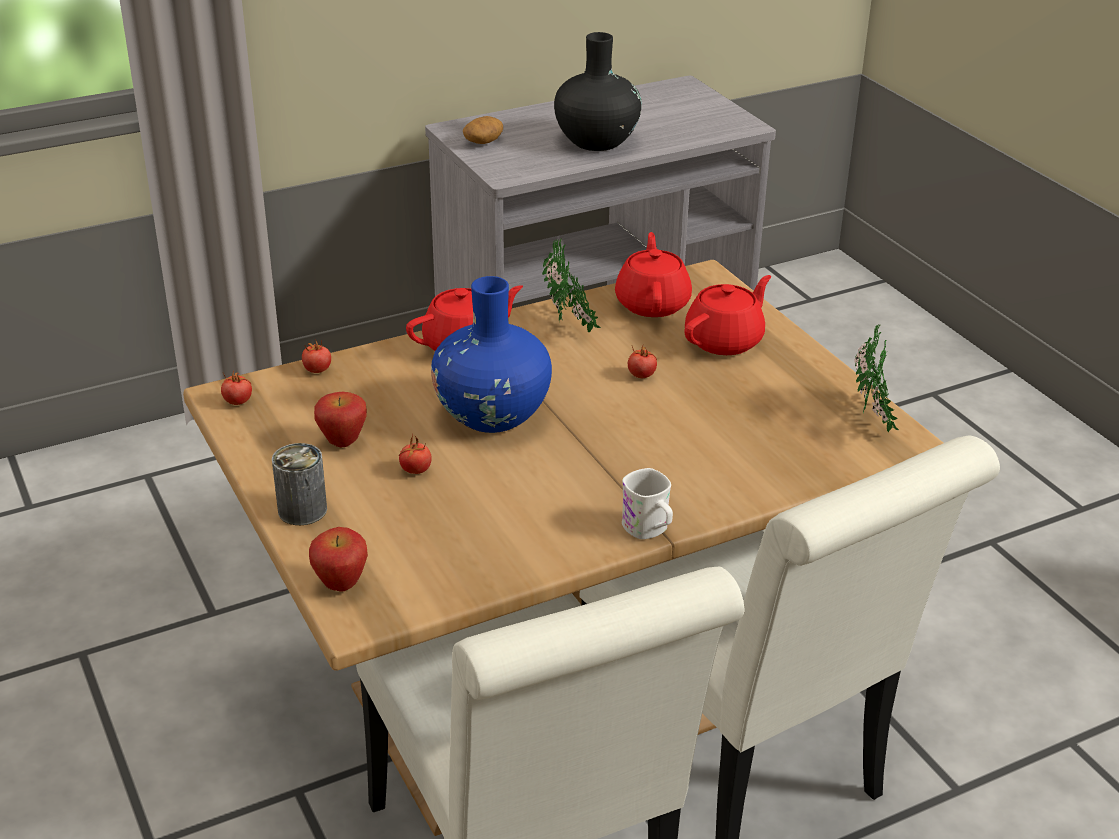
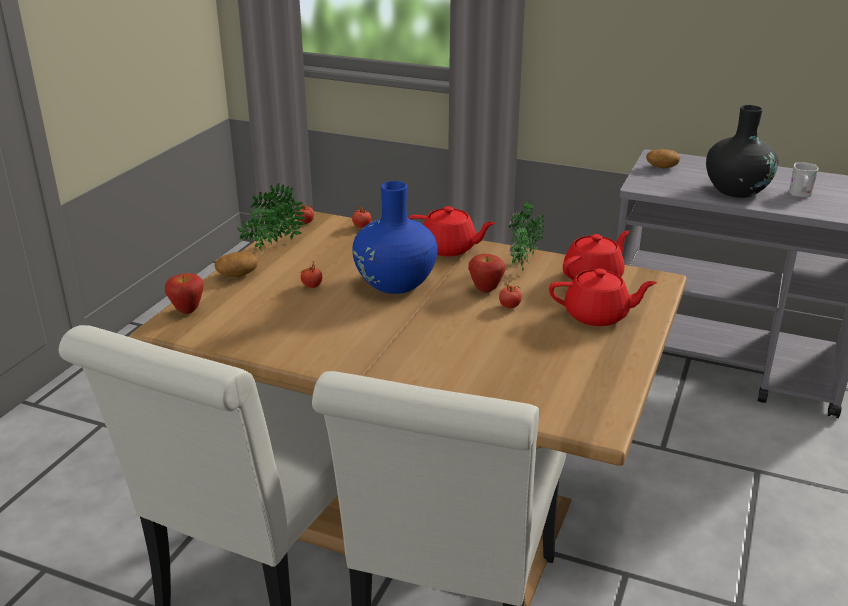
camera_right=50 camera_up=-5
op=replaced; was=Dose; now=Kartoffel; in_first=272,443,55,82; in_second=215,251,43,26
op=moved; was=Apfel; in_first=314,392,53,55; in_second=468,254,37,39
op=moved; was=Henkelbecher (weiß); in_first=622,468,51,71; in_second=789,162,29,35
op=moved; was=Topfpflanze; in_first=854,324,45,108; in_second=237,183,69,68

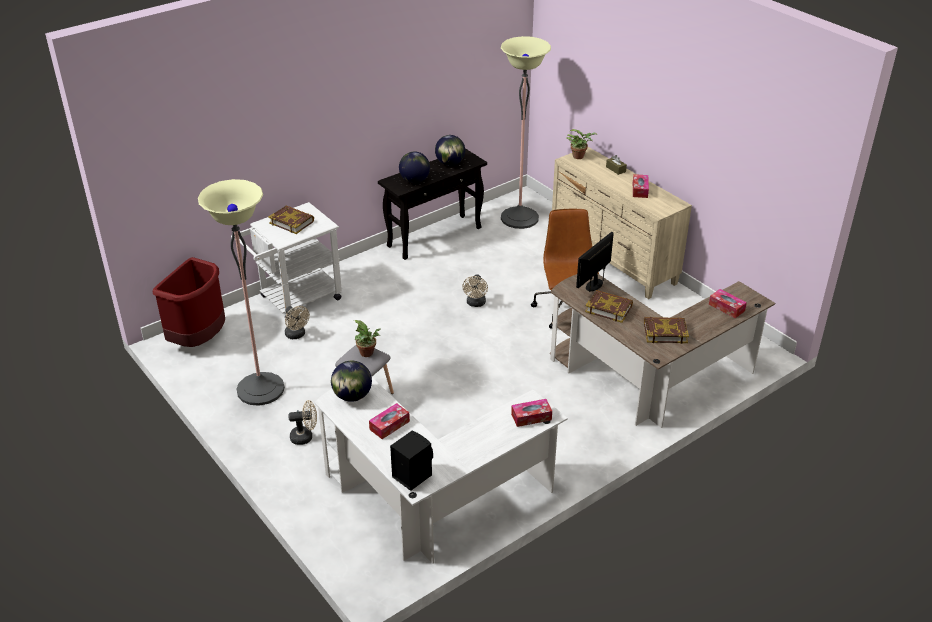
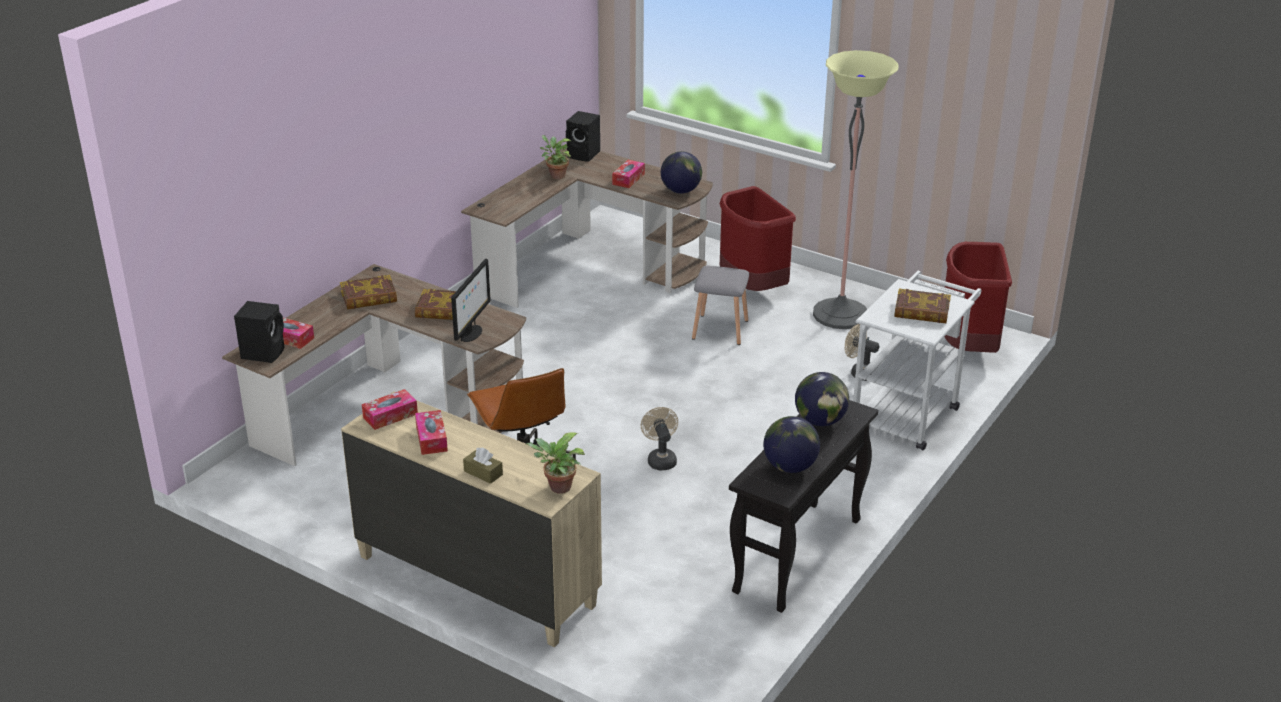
camera_right=160 camera_up=-5
op=replaced; was=Ventilator (beige); now=Mülleimer (rot); in_first=288,400,29,45; in_second=719,186,77,105
op=recoloured; was=Schreibtisch (weiß); now=Schreibtisch (braun); in_first=315,378,253,186; in_second=461,149,252,159
op=moved; was=Topfpflanze; in_first=354,320,26,37; in_second=540,135,31,44
op=removed; was=Stehlampe; in_first=501,36,50,193
op=moved; was=Taschentuchbox; in_first=511,399,41,28; in_second=362,389,56,41
op=added; now=Lautsprecher (schwarz); in_second=234,301,50,62

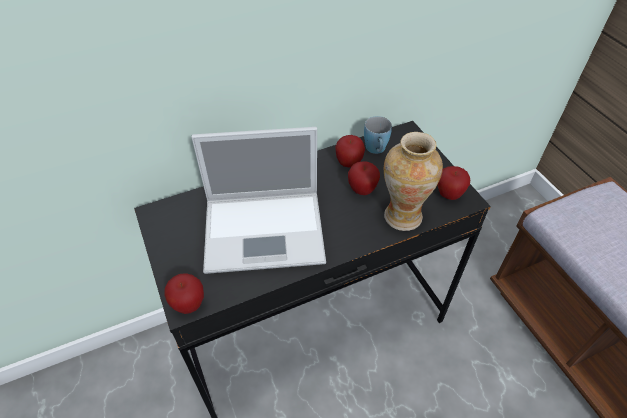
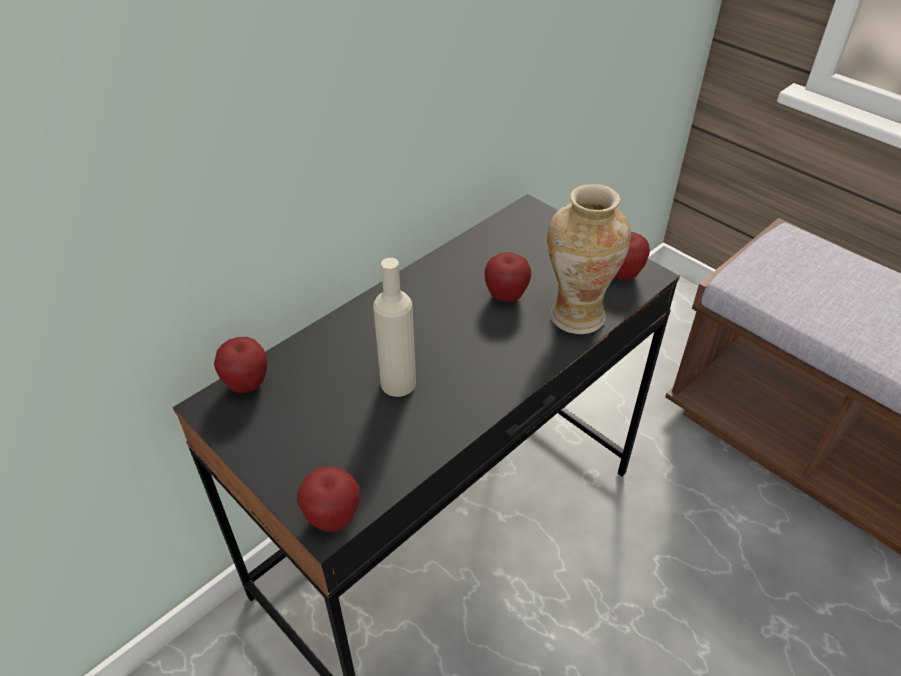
camera_right=-20 camera_up=-5
op=replaced; was=Laptop; now=Flasche (beige); in_first=192,127,134,147; in_second=373,258,43,139
op=moved; was=Apfel; in_first=335,135,30,32; in_second=214,337,54,56
op=removed; was=Henkelbecher (blau); in_first=364,116,28,38

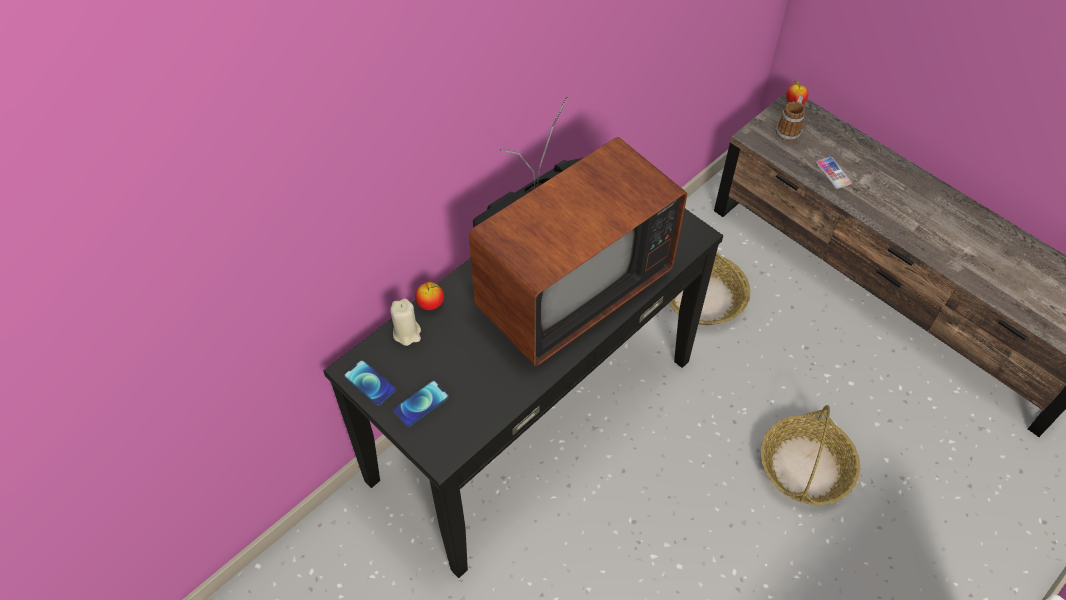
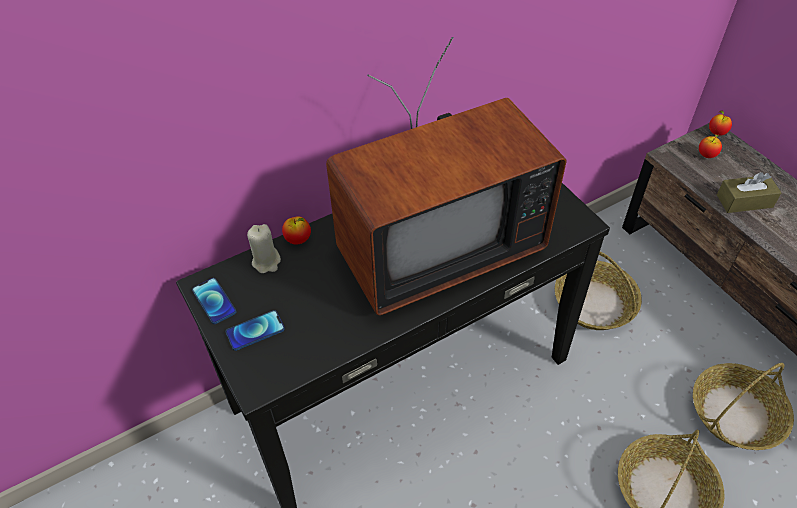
camera_right=15 camera_up=-5
op=replaced; was=Henkelbecher; now=Apfel; in_first=776,96,29,45; in_second=699,134,23,24
op=replaced; was=Handy; now=Taschentuchbox (braun); in_first=816,157,36,32; in_second=717,172,64,41
op=added; now=Korb; in_second=693,363,101,87

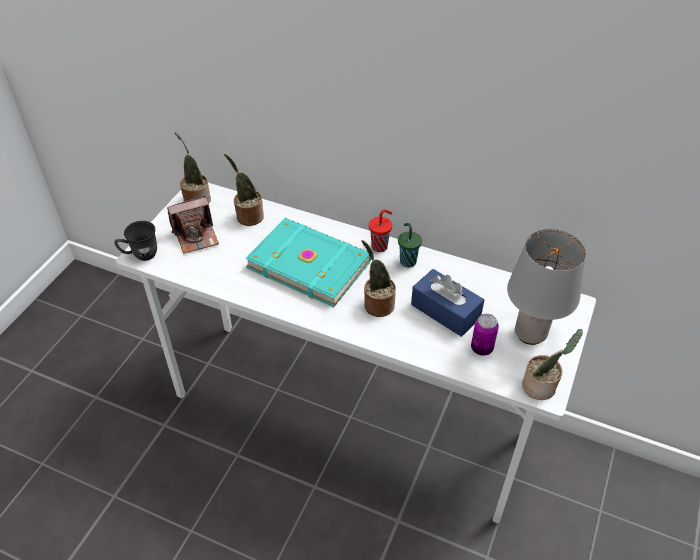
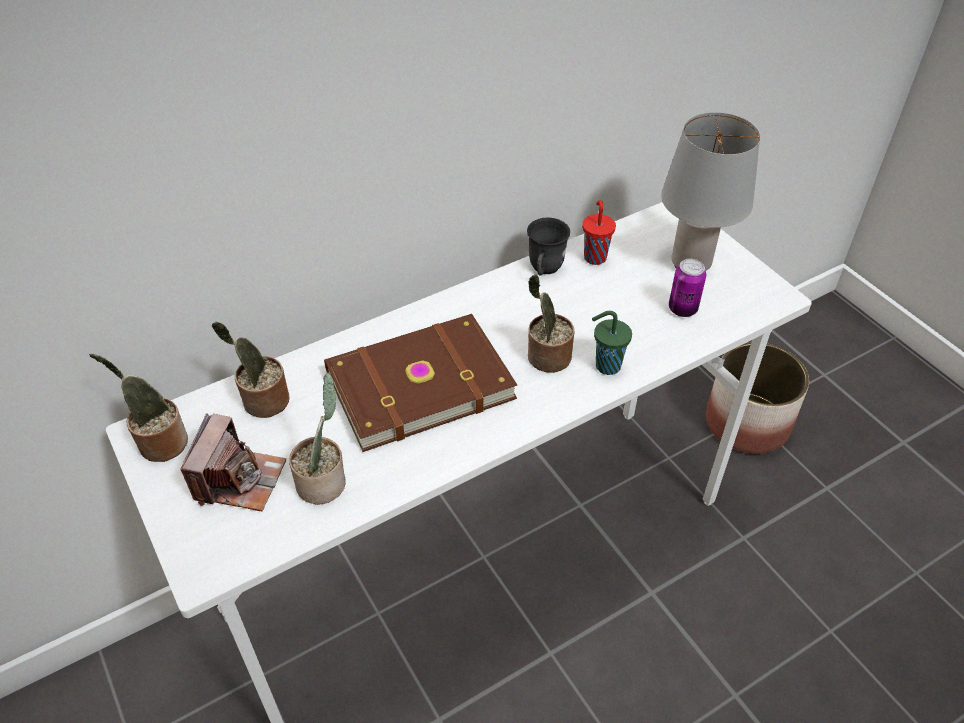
camera_right=-55 camera_up=0
op=moved; was=Henkelbecher (grau); in_first=114,221,43,40; in_second=527,217,43,59
op=recoloured; was=Buch (türkis); now=Buch (braun); in_first=245,218,126,89; in_second=324,314,193,138
op=moved; was=Tasse (rot); in_first=369,209,23,43; in_second=582,200,34,65
op=moved; was=Tasse (grün); in_first=398,223,24,45; in_second=592,311,40,64
op=removed; was=Taschentuchbox (blau); in_first=411,269,73,68
op=moved; was=Topfpflanze; in_first=522,329,61,71; in_second=289,373,57,132
op=added; now=Pflanzkübel; in_second=706,342,103,112

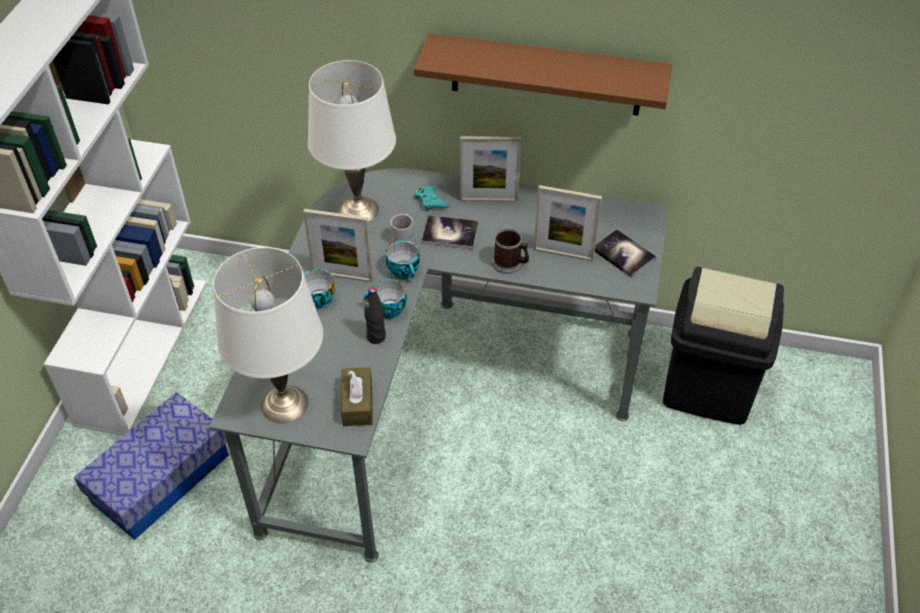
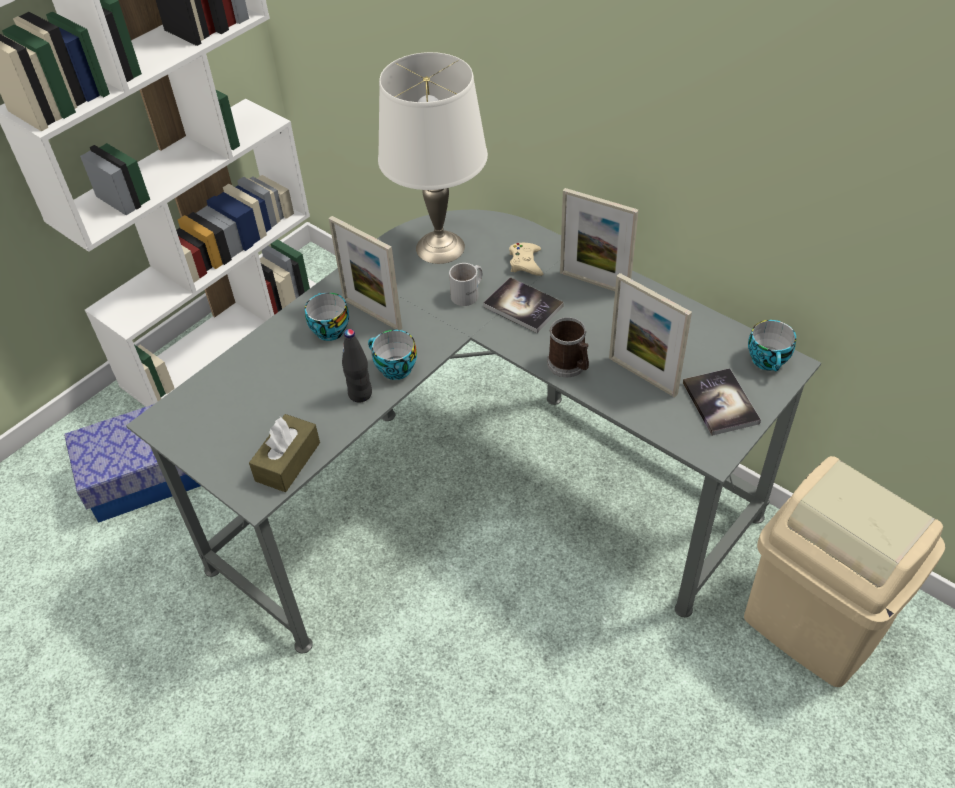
camera_right=30 camera_up=0
op=removed; was=Tischlampe (weiß); in_first=213,247,110,176
op=moved; was=Tasse; in_first=385,241,35,38; in_second=748,320,48,51
op=removed; was=Wandregal (braun); in_first=414,33,258,82
op=recoloured; was=Gamepad (türkis); now=Gamepad (beige); in_first=415,185,34,26; in_second=509,243,34,33
op=recoloured; was=Mülleimer (schwarz); now=Mülleimer (beige); in_first=663,267,121,158; in_second=744,456,201,231

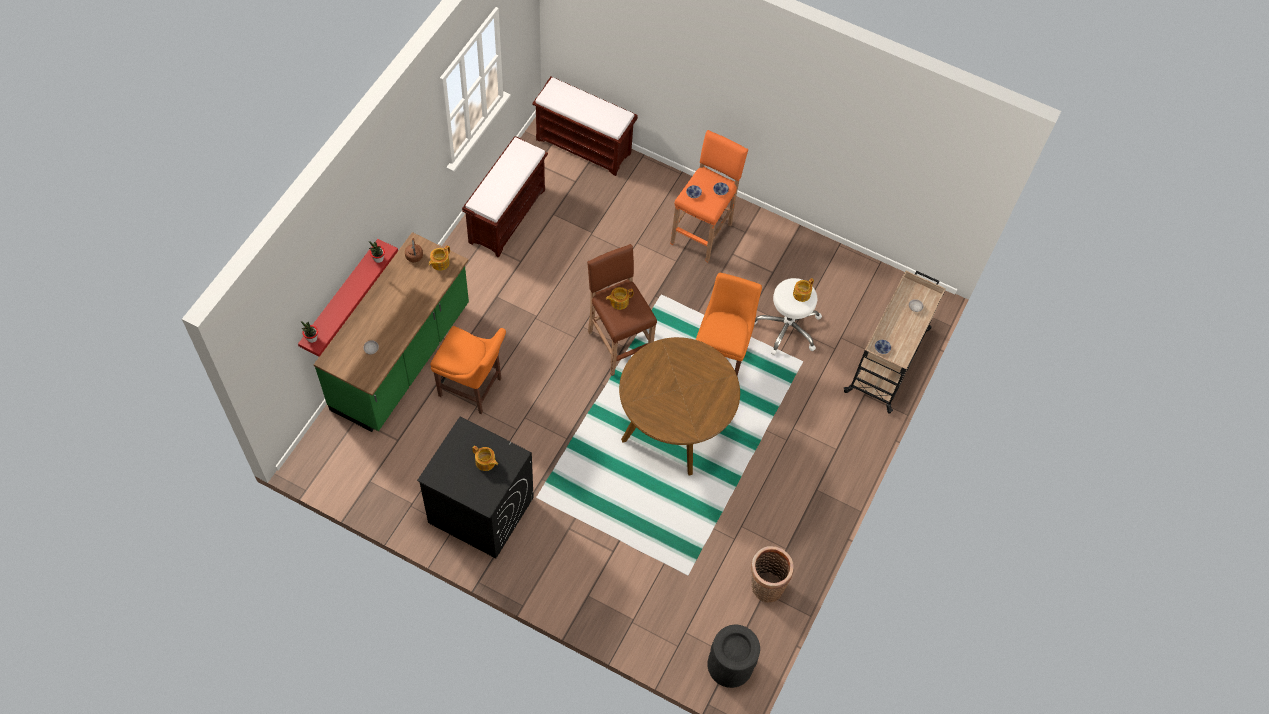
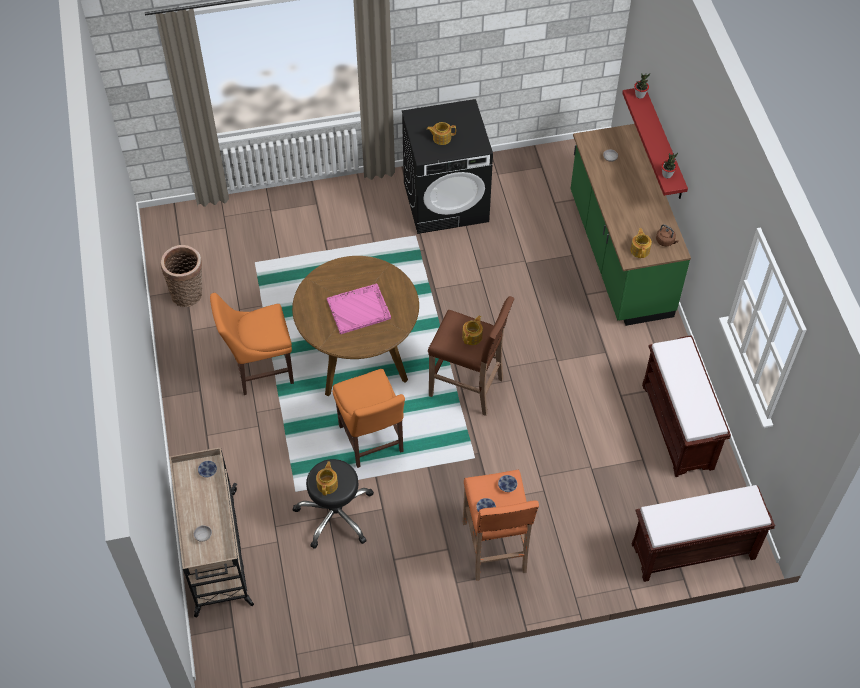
camera_right=145 camera_up=-5
op=moved; was=Stuhl (orange); in_first=430,326,76,88; in_second=210,293,84,102
op=removed; was=Mülleimer (schwarz); in_first=707,625,53,63
op=recoloured; was=Hocker (weiß); now=Hocker (schwarz); in_first=754,278,68,77; in_second=293,459,81,90
op=added; now=Tablett (rosa); in_second=327,283,64,51

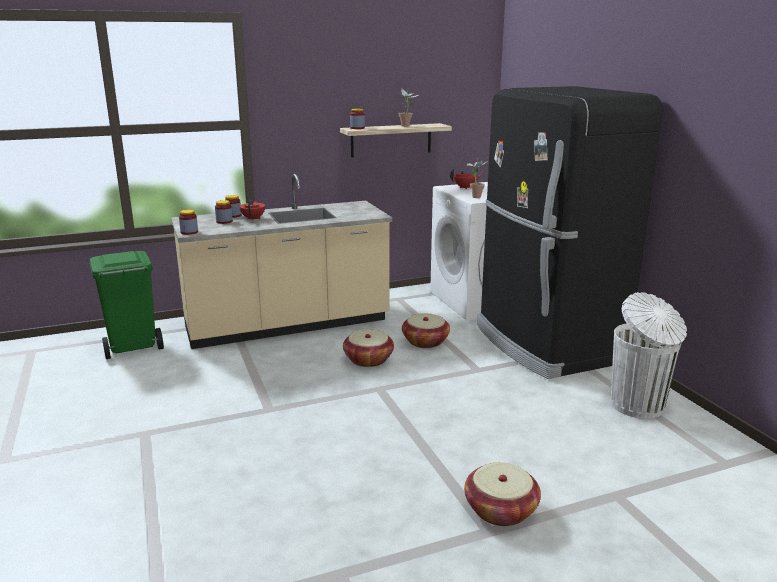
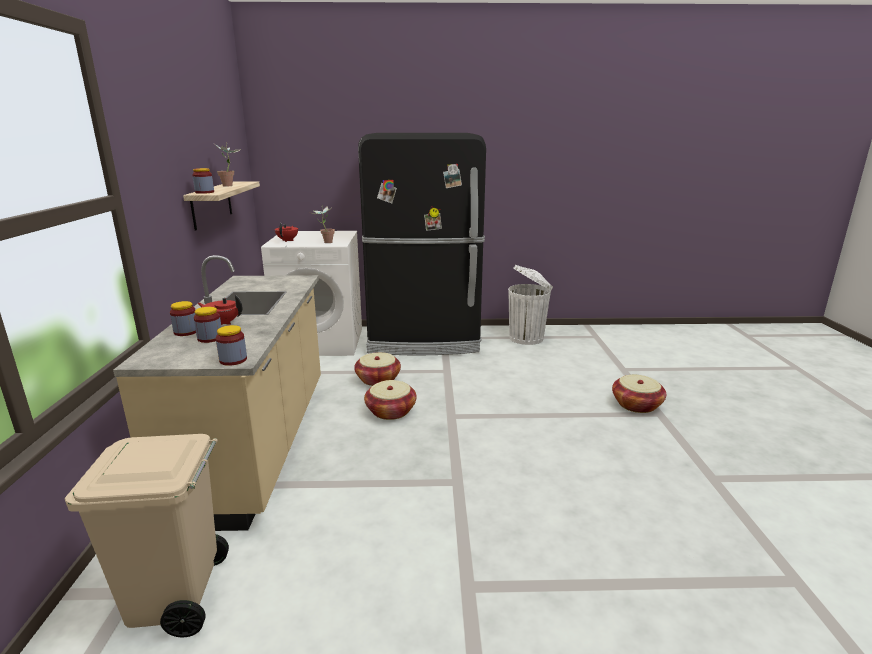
camera_right=-70 camera_up=0
op=recoloured; was=Mülleimer (grün); now=Mülleimer (beige); in_first=89,251,75,108; in_second=65,434,164,203

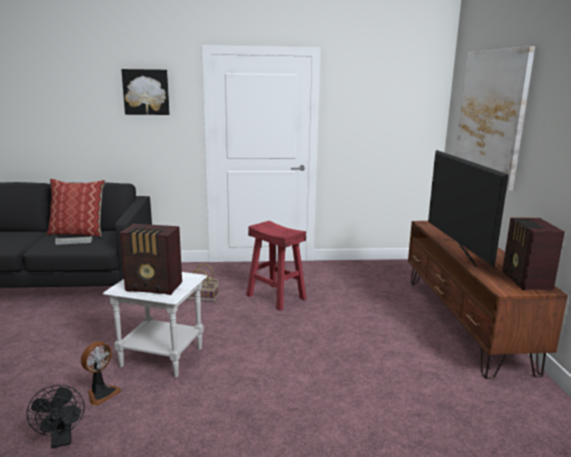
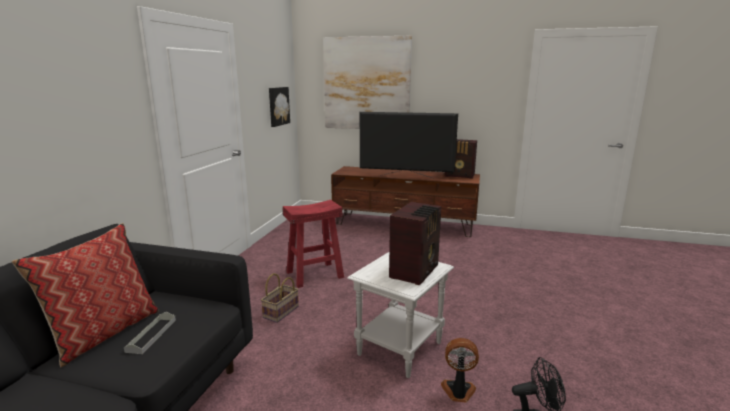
camera_right=-70 camera_up=0
op=turned; was=Ventilator; in_first=81,341,40,65; in_second=441,338,38,65; clockwise=-45
op=moved; was=Bild; in_first=121,69,49,46; in_second=269,87,21,40

